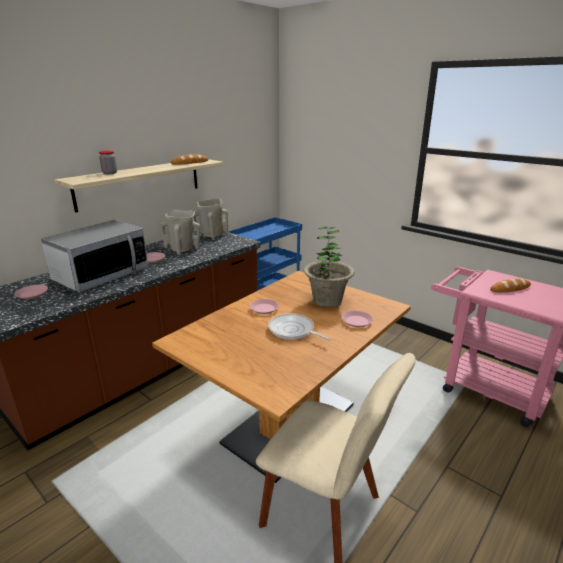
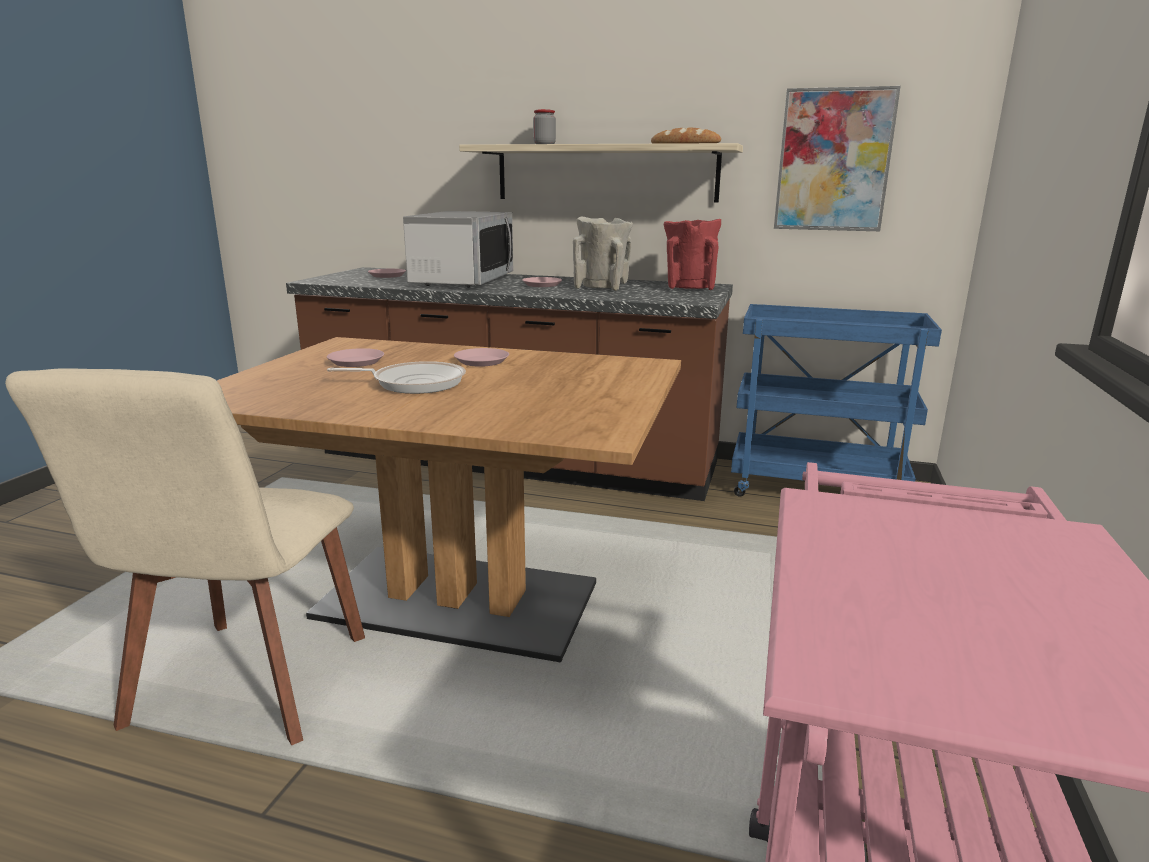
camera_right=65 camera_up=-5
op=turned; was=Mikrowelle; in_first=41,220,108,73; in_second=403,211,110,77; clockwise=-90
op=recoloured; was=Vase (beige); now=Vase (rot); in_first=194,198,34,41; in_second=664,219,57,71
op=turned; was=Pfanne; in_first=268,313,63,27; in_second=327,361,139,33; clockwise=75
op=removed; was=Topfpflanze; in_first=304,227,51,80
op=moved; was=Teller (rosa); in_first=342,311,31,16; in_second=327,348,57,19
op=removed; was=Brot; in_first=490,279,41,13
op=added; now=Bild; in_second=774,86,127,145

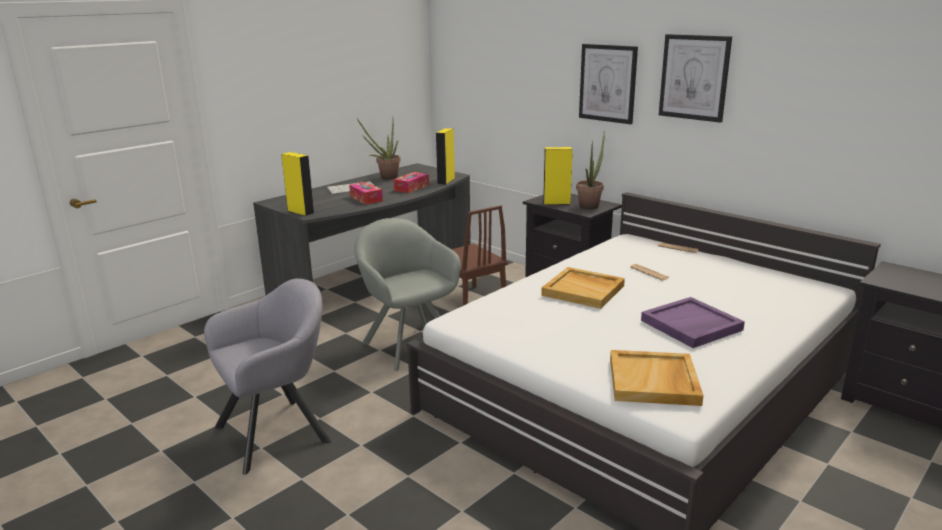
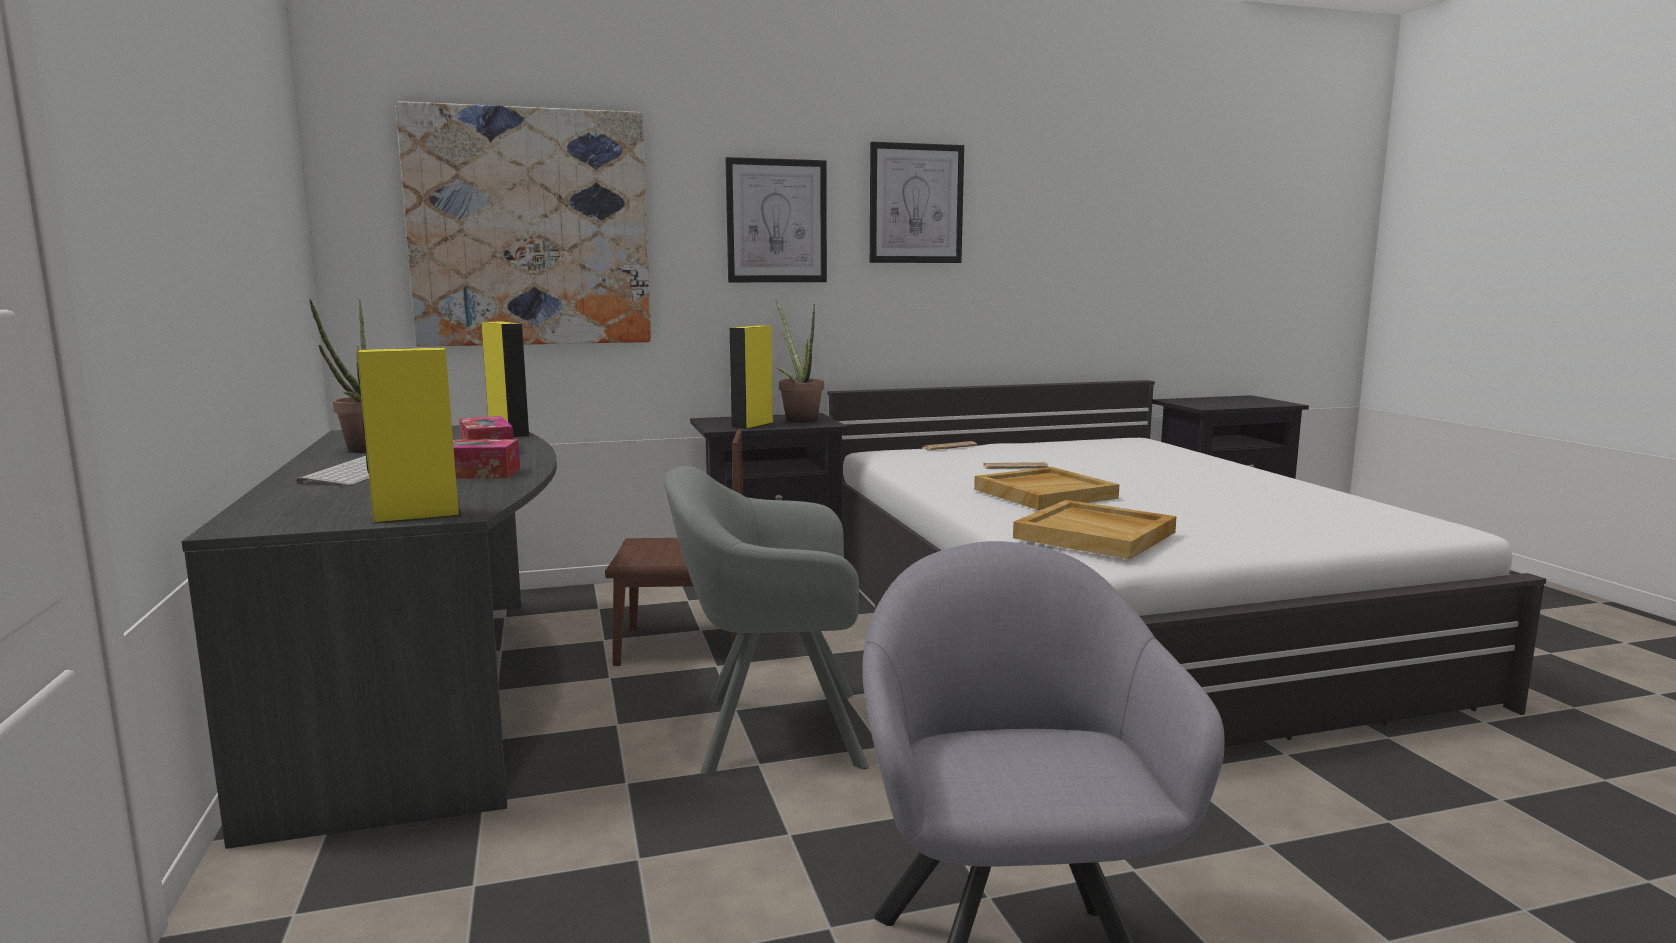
camera_right=-60 camera_up=-10
op=moved; was=Tablett (beige); in_first=610,350,94,56; in_second=1013,500,164,59
op=removed; was=Tablett (lila); in_first=641,297,104,51
op=added; now=Bild; in_second=395,101,256,246

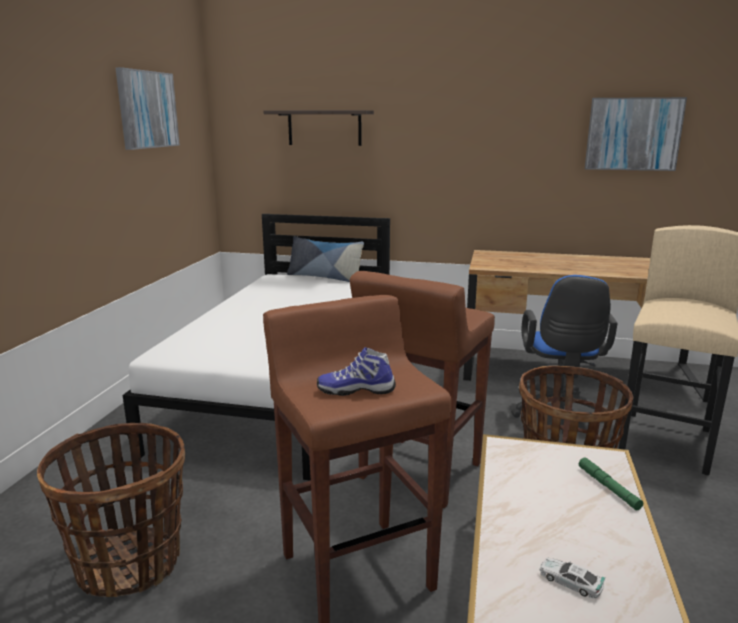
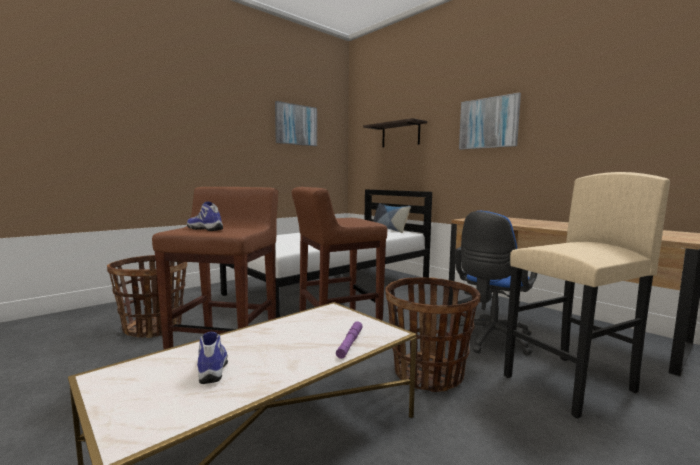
camera_right=35 camera_up=-10
op=replaced; was=Spielzeugauto; now=Schuh; in_first=539,557,66,42; in_second=197,332,31,52
op=recoloured; was=Taschenlampe (grün); now=Taschenlampe (lila); in_first=579,458,64,52; in_second=336,322,27,37
op=moved; was=Bild; in_first=585,97,102,74; in_second=459,93,62,57

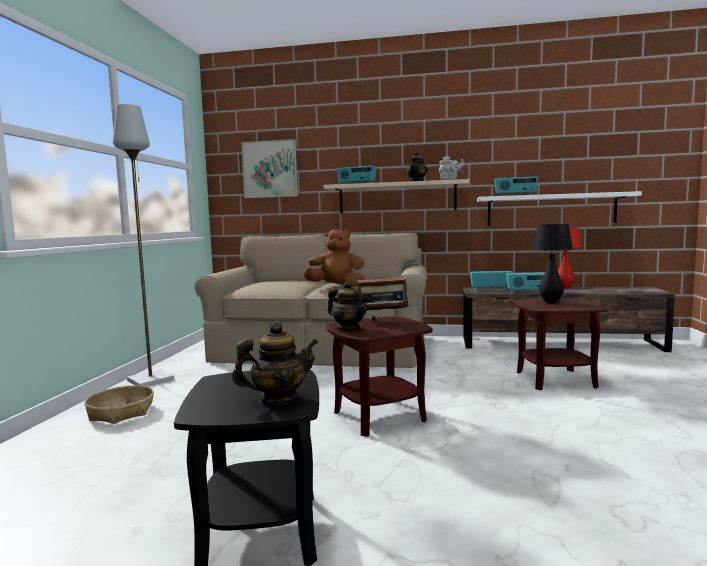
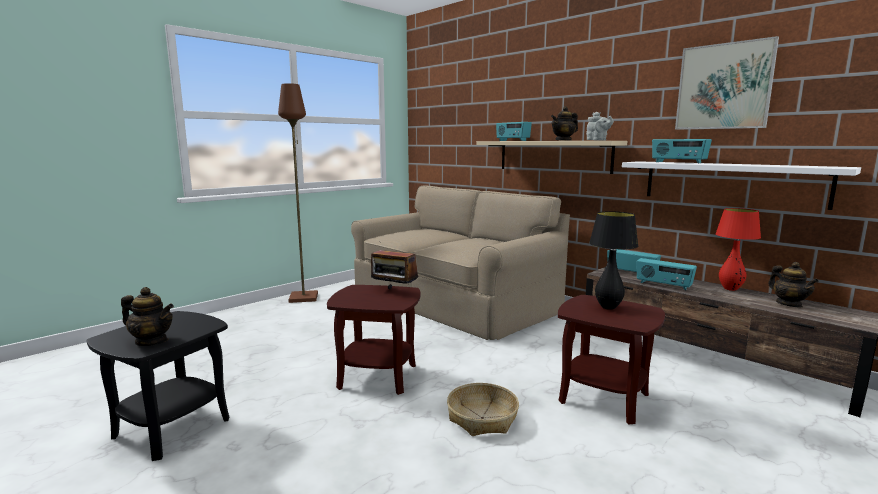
camera_right=35 camera_up=5
op=moved; was=Korb; in_first=84,385,70,39; in_second=447,383,72,53
op=recoloured; was=Stehlampe (grau); now=Stehlampe (braun); in_first=113,104,61,283; in_second=278,83,40,220
op=moved; was=Bild; in_first=241,139,57,59; in_second=675,36,104,94
op=removed; was=Plüschtier (braun); in_first=303,229,61,58
op=moved; was=Teekanne; in_first=328,281,41,50; in_second=768,262,51,45

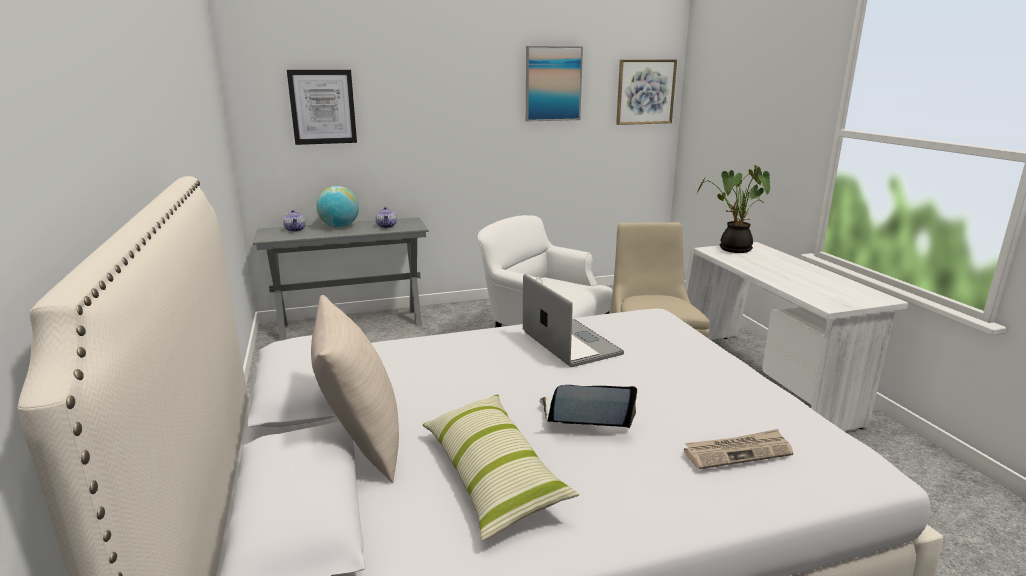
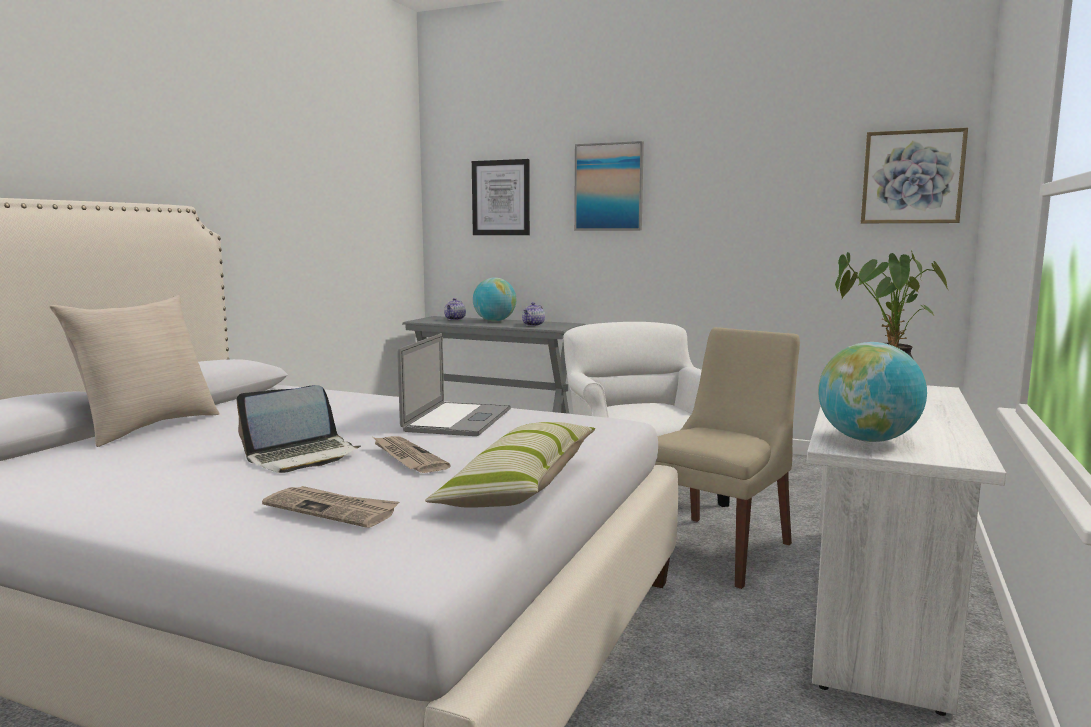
camera_right=40 camera_up=-10
op=moved; was=Kissen; in_first=423,394,156,147; in_second=425,422,170,86
op=moved; was=Bild; in_first=526,46,57,76; in_second=574,141,70,89
op=turned; was=Laptop; in_first=539,385,98,43; in_second=237,385,124,88; clockwise=105
op=added; now=Zeitung; in_second=373,436,77,37
op=added; now=Globus; in_second=818,342,109,100

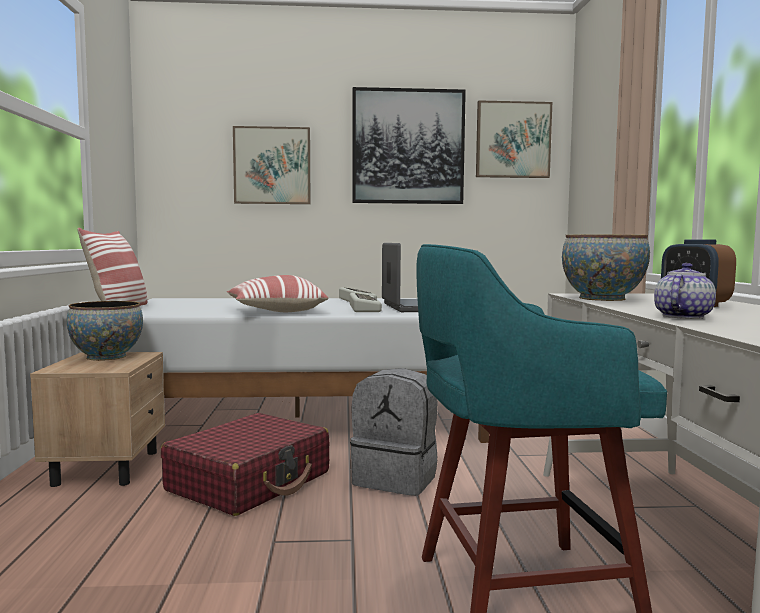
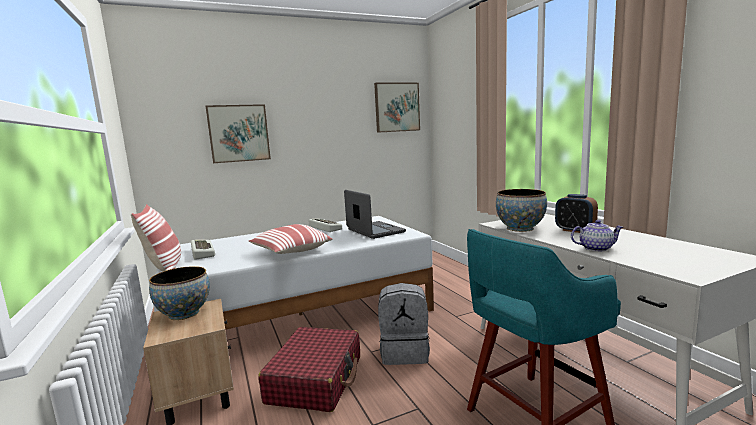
camera_right=-20 camera_up=5
op=moved; was=Tastatur; in_first=350,293,32,19; in_second=191,240,24,20
op=removed; was=Bild; in_first=352,87,114,117
op=turned; was=Teekanne; in_first=654,263,62,56; in_second=571,220,52,32; clockwise=75

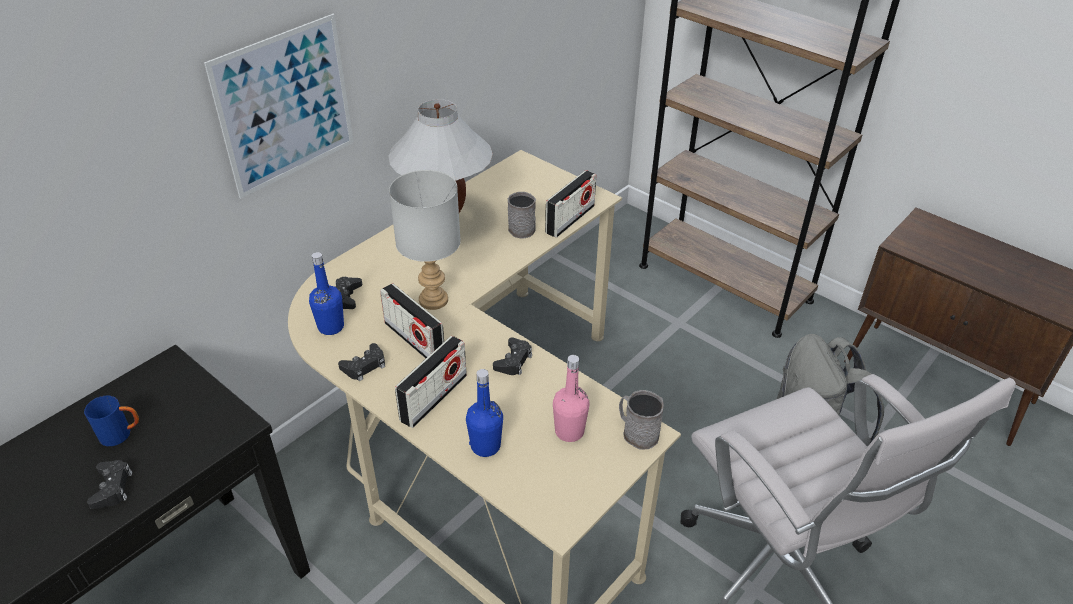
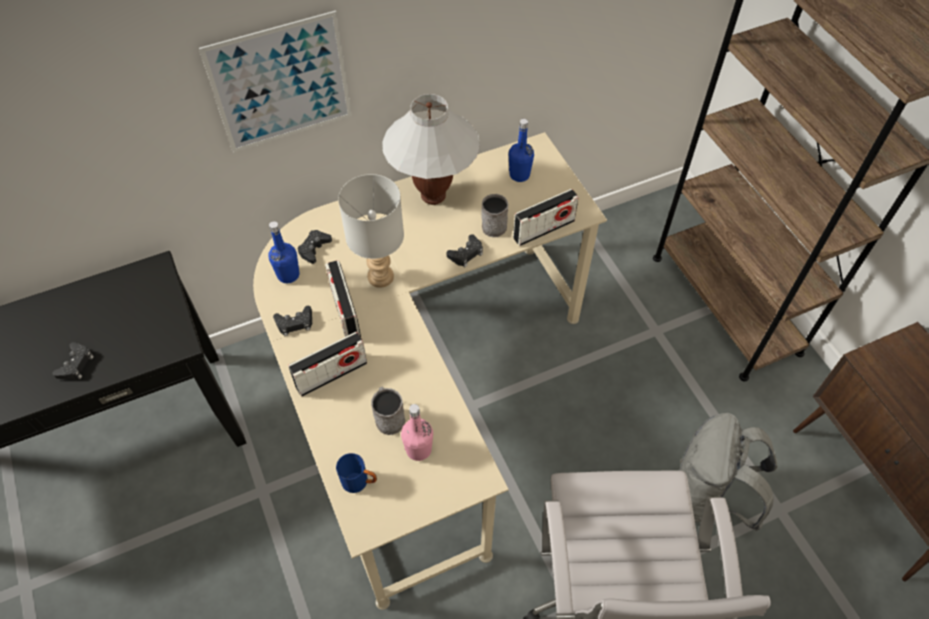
camera_right=25 camera_up=15
op=moved; was=Henkelbecher (blau); in_first=84,396,55,50; in_second=336,453,41,40
op=moved; was=Flasche (blau); in_first=466,369,37,88; in_second=509,119,25,63
op=moved; was=Gamepad (schwarz); in_first=493,337,39,38; in_second=447,234,36,33
op=moved; was=Henkelbecher (grau); in_first=619,390,45,60; in_second=371,387,34,48

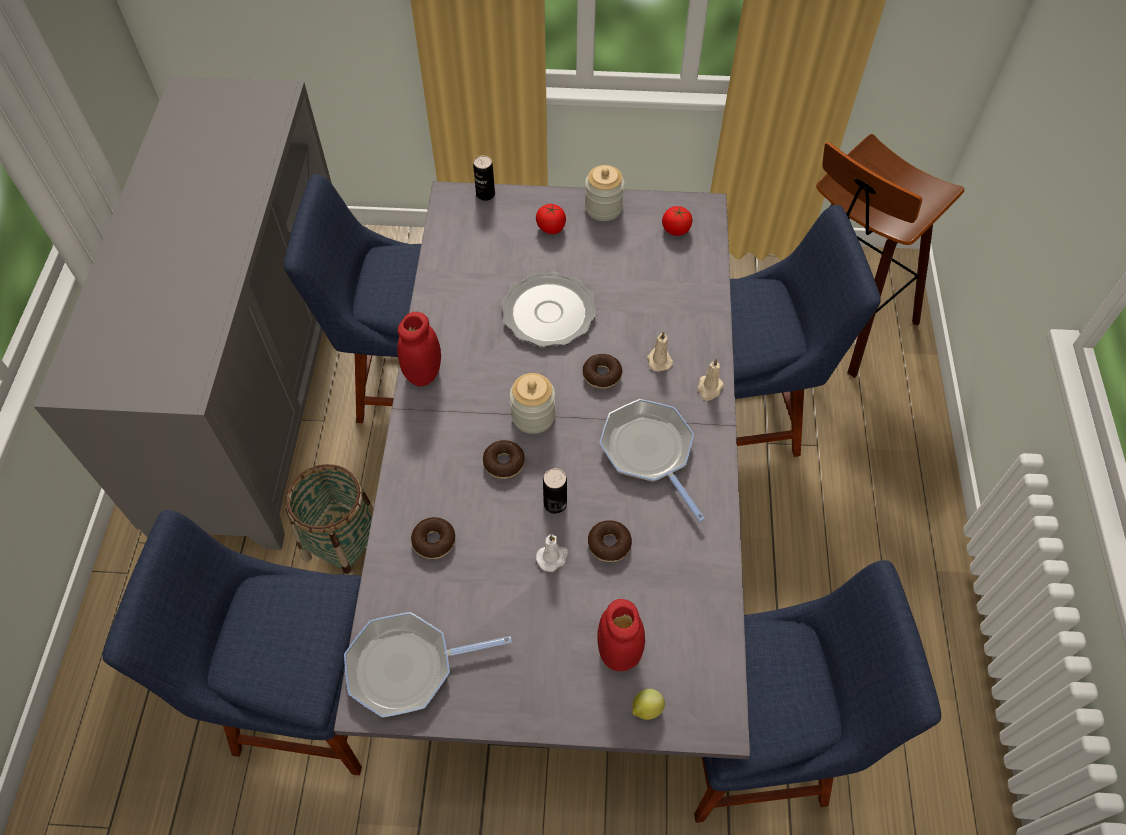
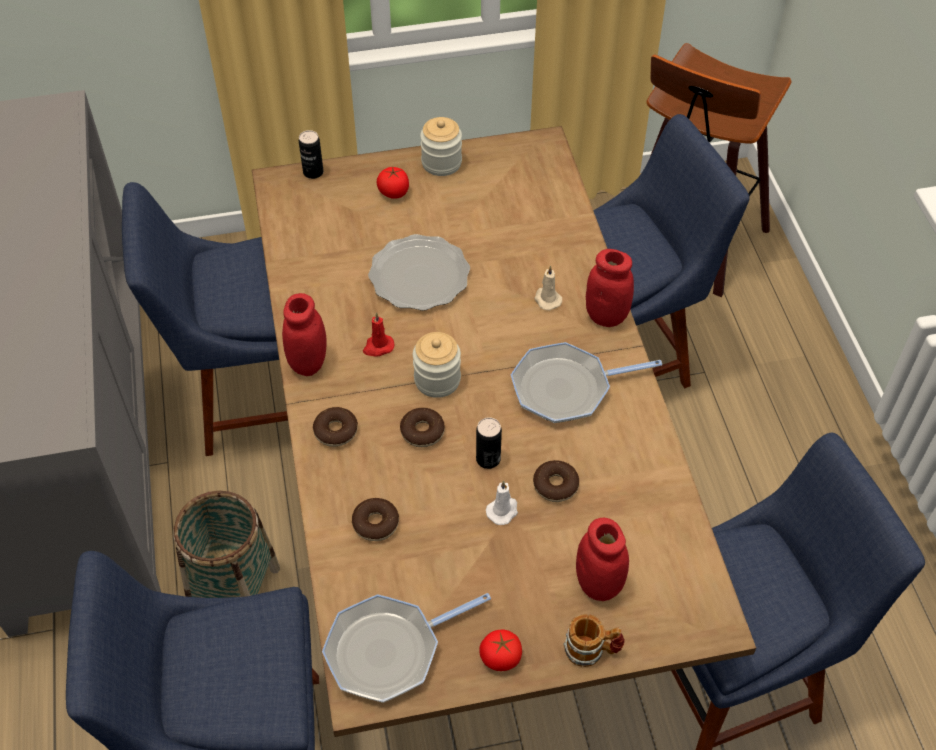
camera_right=-15 camera_up=-5
op=recoloured; was=Esstisch (grau); now=Esstisch (braun); in_first=334,181,416,579; in_second=252,126,504,611
op=moved; was=Donut; in_first=583,354,39,35; in_second=313,407,45,40
op=turned; was=Pfanne; in_first=600,399,105,123; in_second=511,342,151,81; clockwise=-60
op=removed; was=Zitrone; in_first=632,689,33,31
op=moved; was=Tomate; in_first=662,206,30,30; in_second=479,630,43,41
op=replaced; was=Kerze (beige); now=Vorratsglas (rot); in_first=697,359,27,42; in_second=586,249,48,78
op=added; now=Kerze (rot); in_second=363,313,32,44
op=added; now=Henkelbecher; in_second=563,614,62,53

